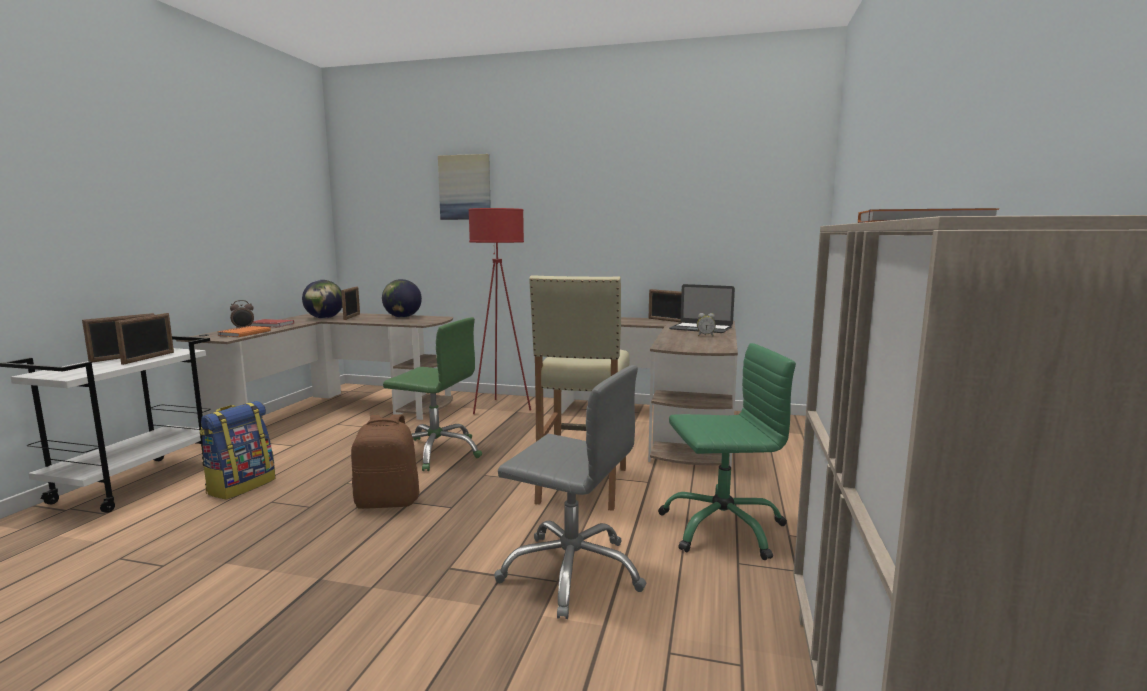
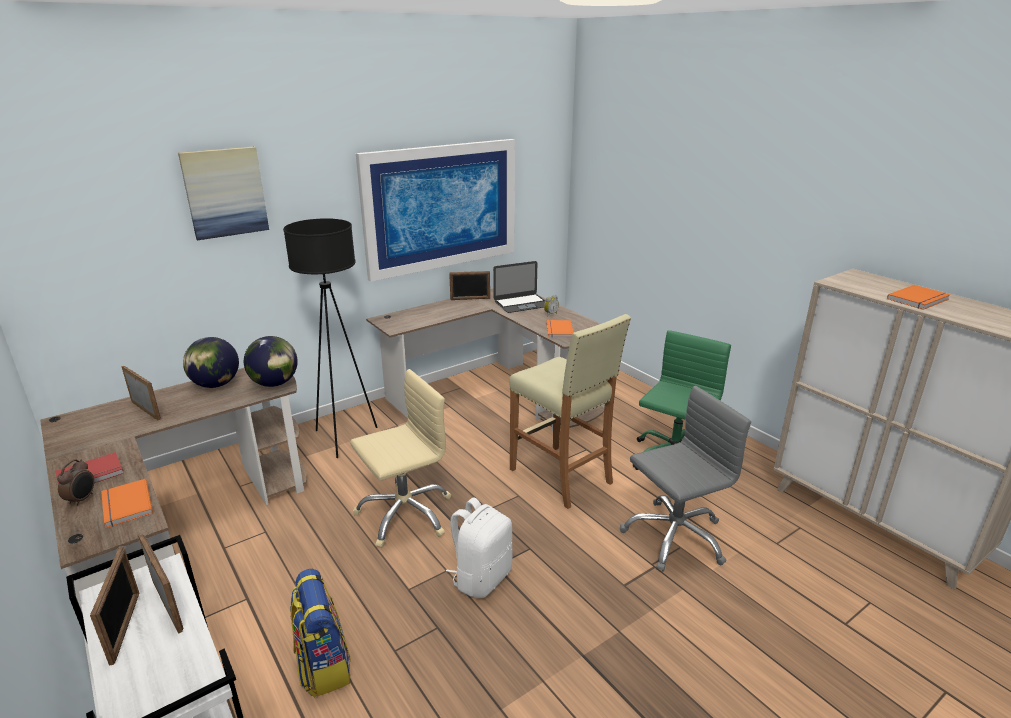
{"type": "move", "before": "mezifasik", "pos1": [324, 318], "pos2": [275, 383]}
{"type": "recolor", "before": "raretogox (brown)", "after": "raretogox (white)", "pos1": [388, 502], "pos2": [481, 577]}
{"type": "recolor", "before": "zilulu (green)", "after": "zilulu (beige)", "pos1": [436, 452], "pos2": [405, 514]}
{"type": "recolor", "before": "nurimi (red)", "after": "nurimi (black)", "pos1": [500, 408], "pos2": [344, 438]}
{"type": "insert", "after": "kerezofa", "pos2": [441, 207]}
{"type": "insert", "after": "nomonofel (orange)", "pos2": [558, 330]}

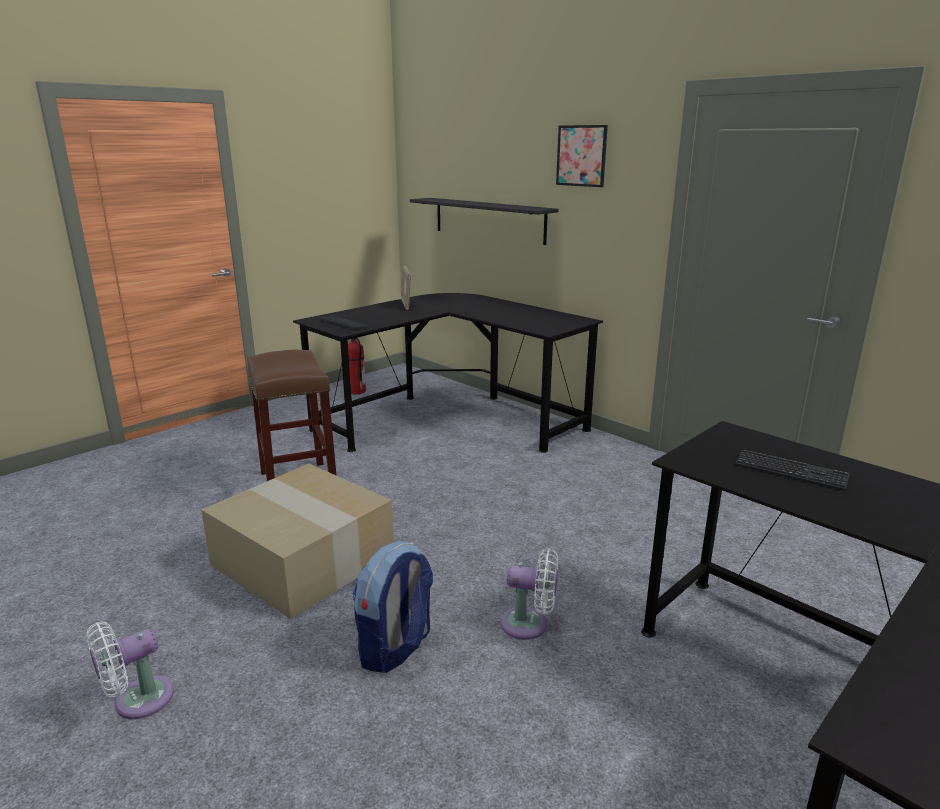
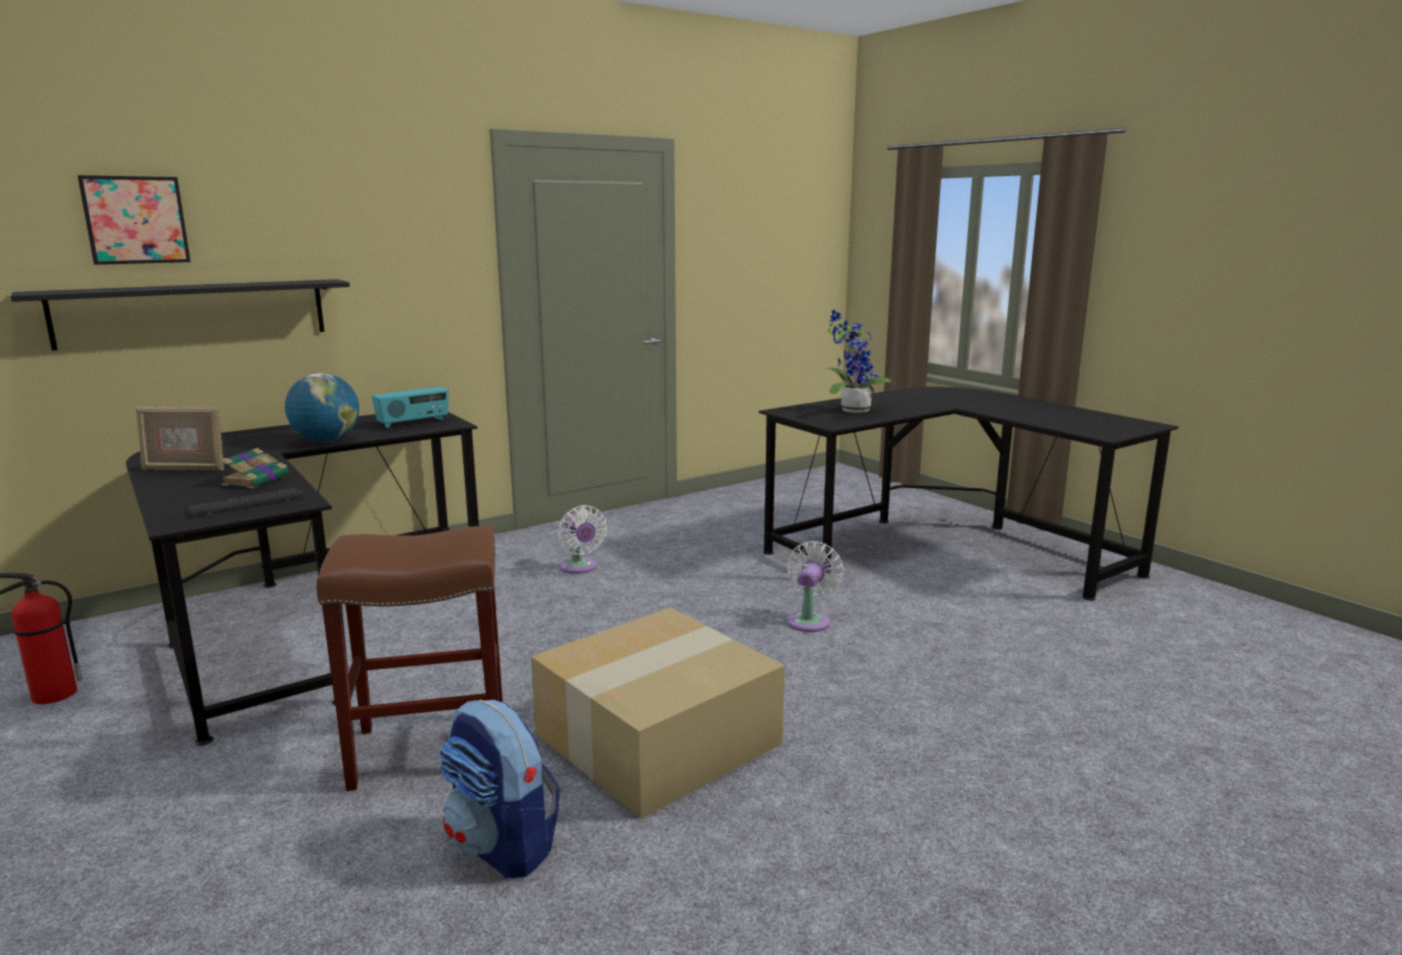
{"type": "move", "before": "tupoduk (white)", "pos1": [137, 701], "pos2": [579, 568]}
{"type": "move", "before": "raretogox", "pos1": [396, 648], "pos2": [503, 846]}
{"type": "move", "before": "kerezofa", "pos1": [581, 156], "pos2": [135, 220]}
{"type": "replace", "before": "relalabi", "after": "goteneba", "pos1": [790, 471], "pos2": [851, 410]}
{"type": "insert", "after": "nomonofel", "pos2": [257, 480]}
{"type": "insert", "after": "mezifasik", "pos2": [326, 441]}
{"type": "insert", "after": "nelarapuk", "pos2": [413, 423]}

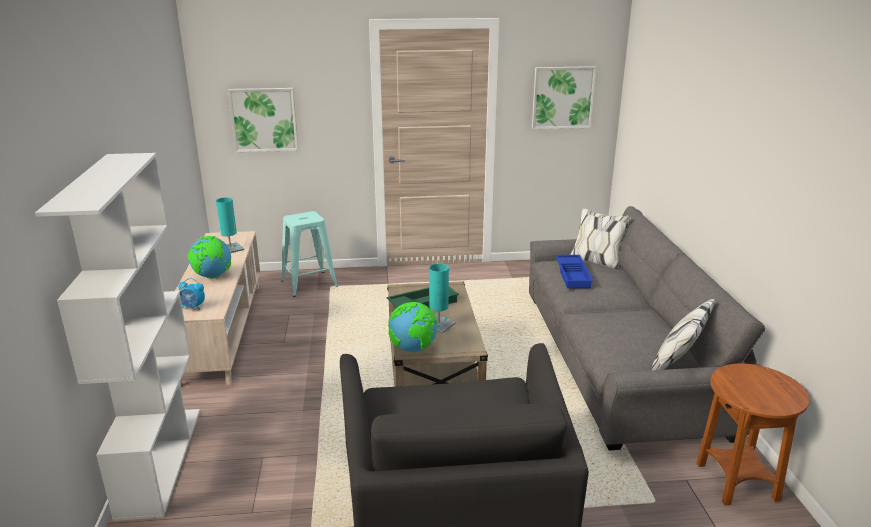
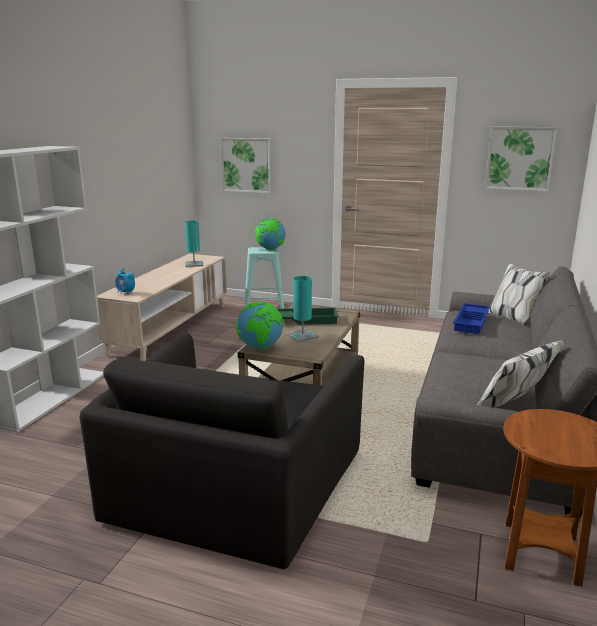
{"type": "move", "before": "mezifasik", "pos1": [212, 276], "pos2": [270, 249]}

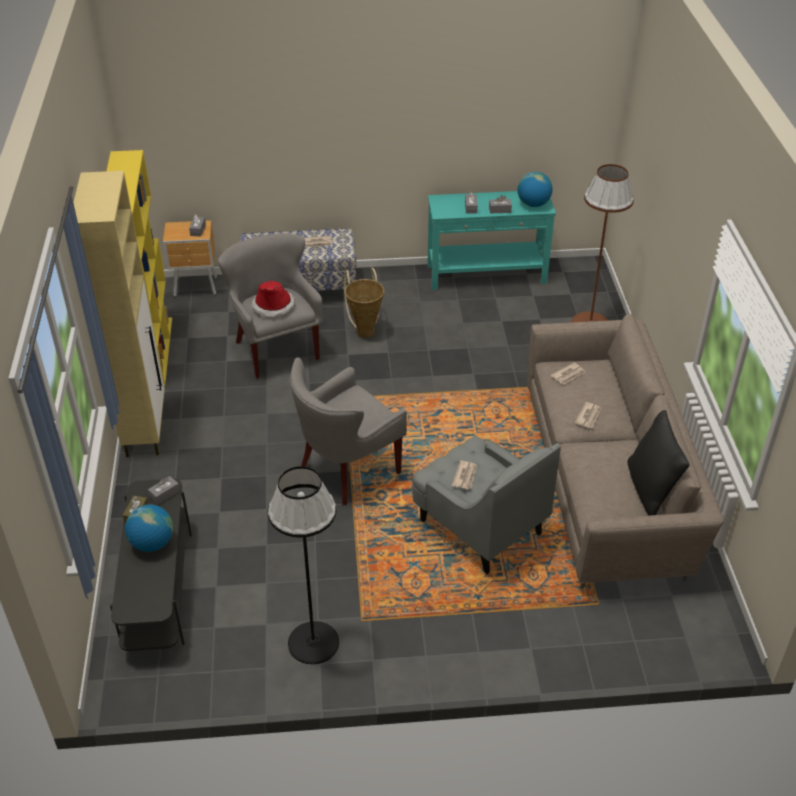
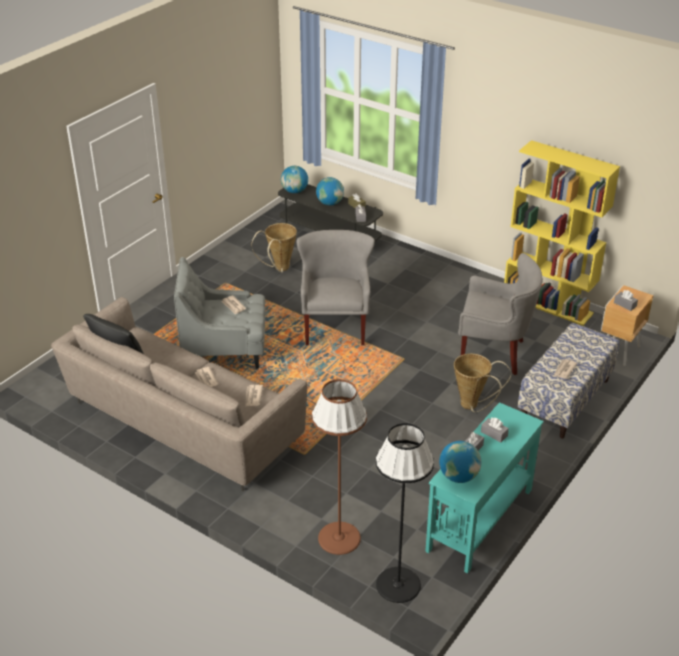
{"type": "delete", "before": "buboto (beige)", "pos1": [146, 428]}
{"type": "delete", "before": "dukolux", "pos1": [273, 307]}
{"type": "move", "before": "nurimi (black)", "pos1": [313, 642], "pos2": [398, 584]}
{"type": "insert", "after": "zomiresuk", "pos2": [279, 269]}
{"type": "insert", "after": "mezifasik", "pos2": [295, 191]}

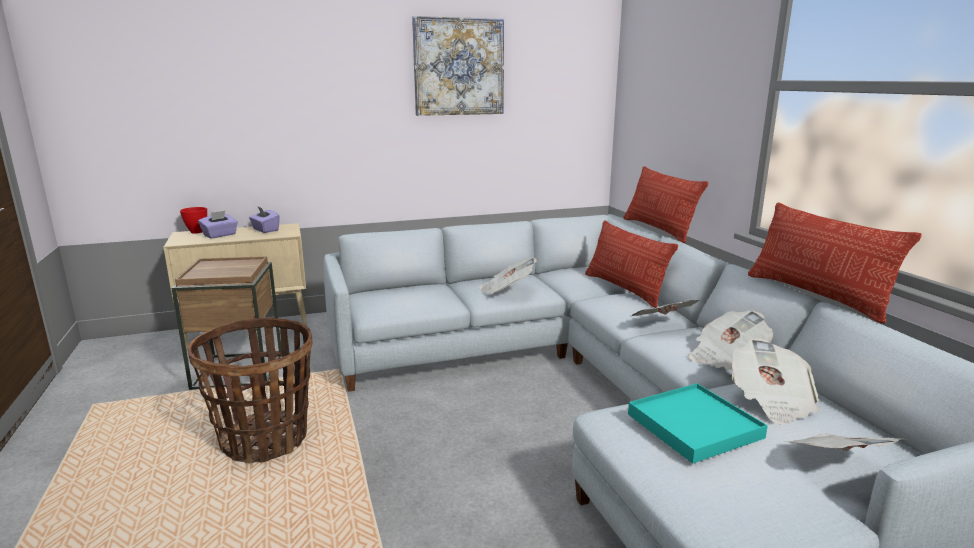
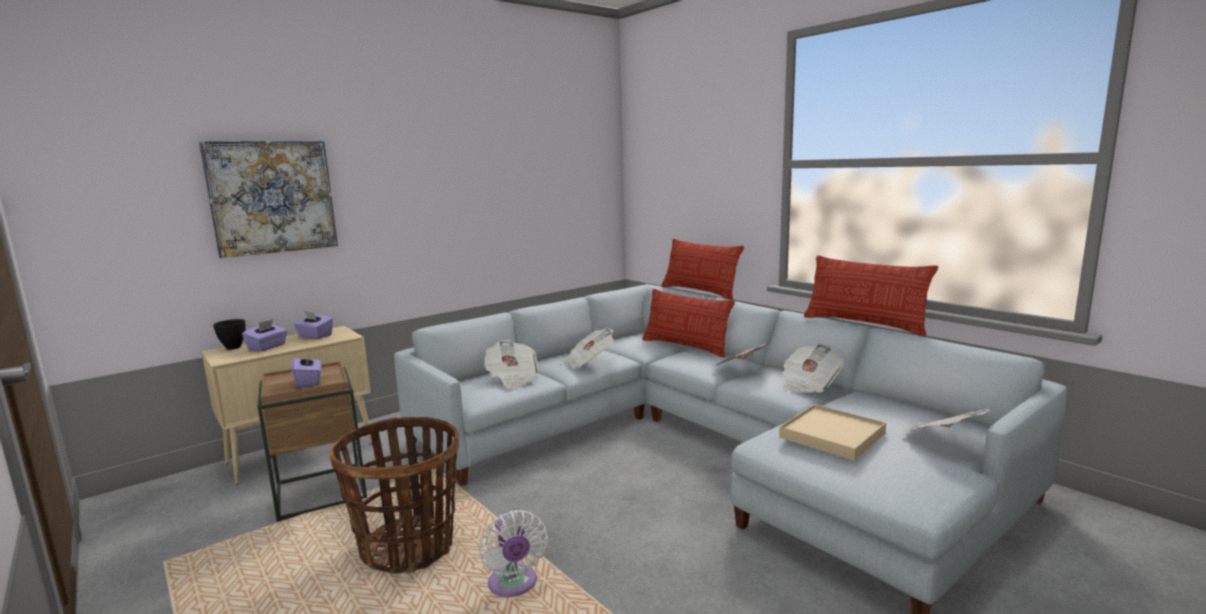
{"type": "recolor", "before": "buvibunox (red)", "after": "buvibunox (black)", "pos1": [197, 232], "pos2": [234, 347]}
{"type": "move", "before": "kerezofa", "pos1": [458, 67], "pos2": [272, 197]}
{"type": "recolor", "before": "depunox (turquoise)", "after": "depunox (beige)", "pos1": [693, 426], "pos2": [831, 435]}
{"type": "move", "before": "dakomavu", "pos1": [771, 401], "pos2": [512, 378]}
{"type": "insert", "after": "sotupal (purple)", "pos2": [309, 382]}
{"type": "insert", "after": "tupoduk (white)", "pos2": [513, 585]}

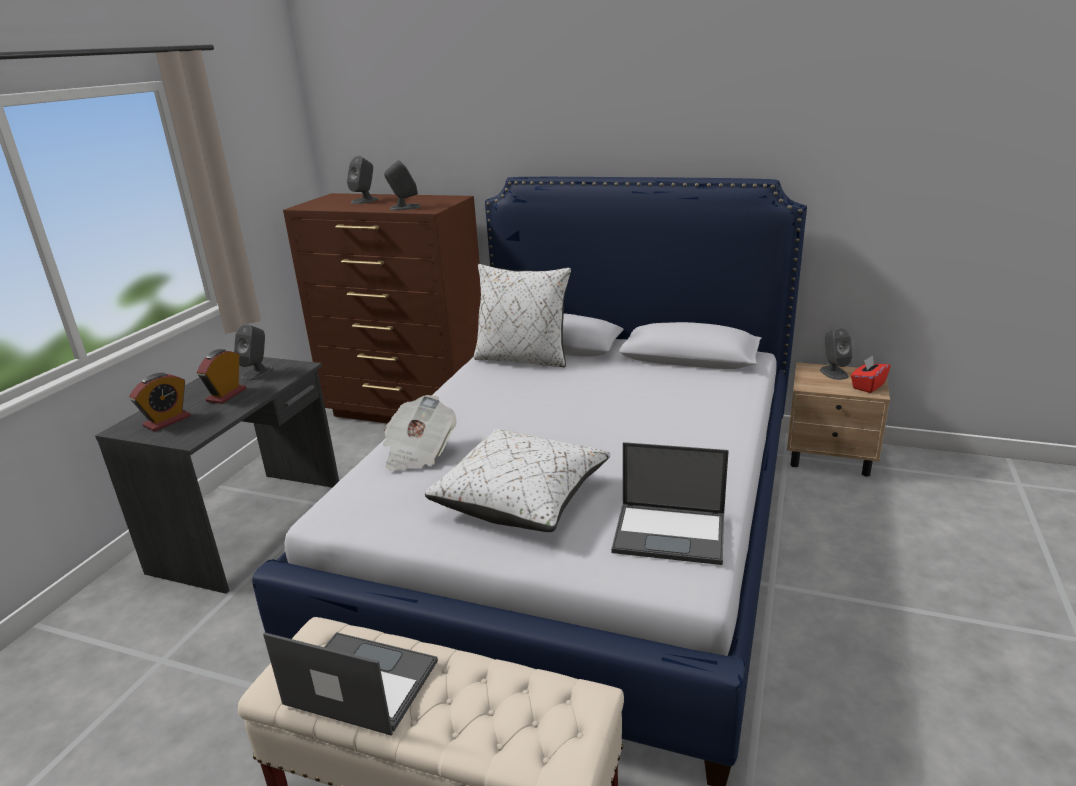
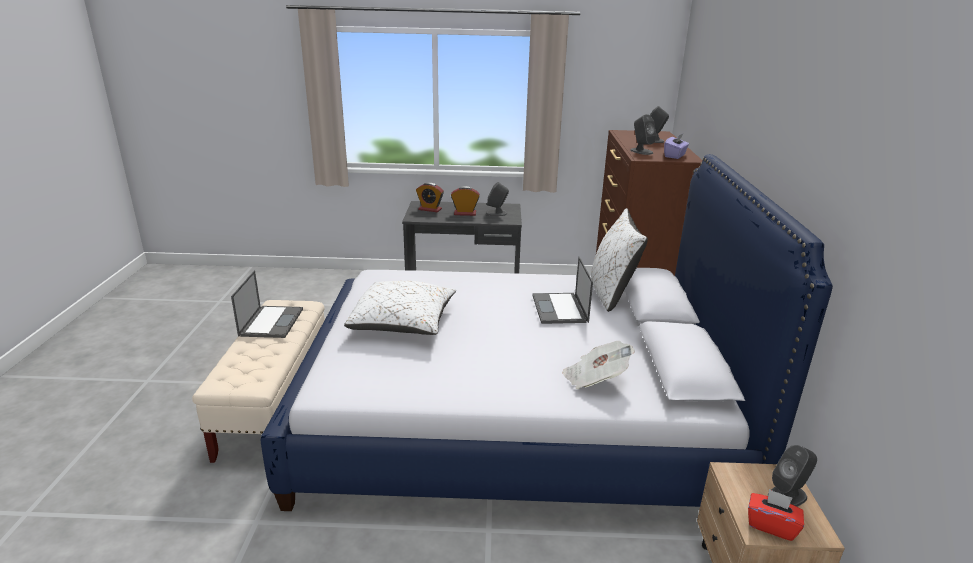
{"type": "move", "before": "dakomavu", "pos1": [418, 452], "pos2": [595, 379]}
{"type": "move", "before": "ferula", "pos1": [671, 533], "pos2": [560, 309]}
{"type": "insert", "after": "sotupal (purple)", "pos2": [675, 156]}

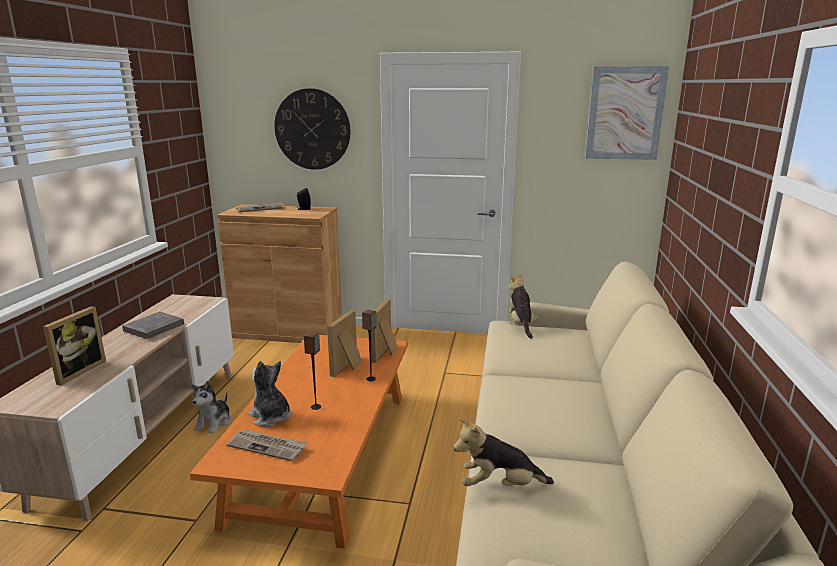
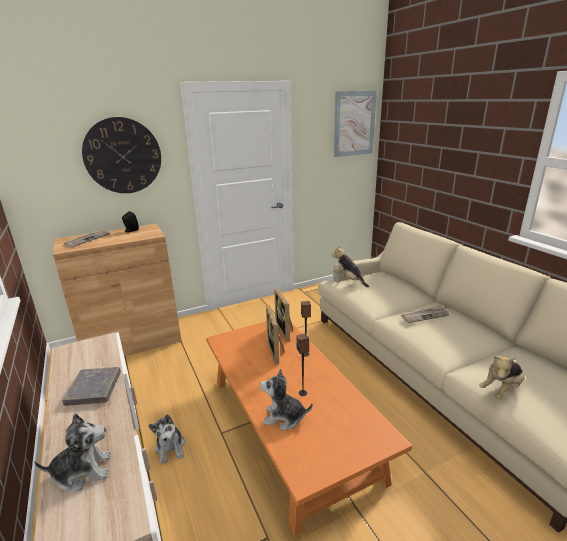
{"type": "replace", "before": "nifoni", "after": "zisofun", "pos1": [77, 371], "pos2": [83, 471]}
{"type": "move", "before": "dakomavu", "pos1": [268, 446], "pos2": [424, 315]}

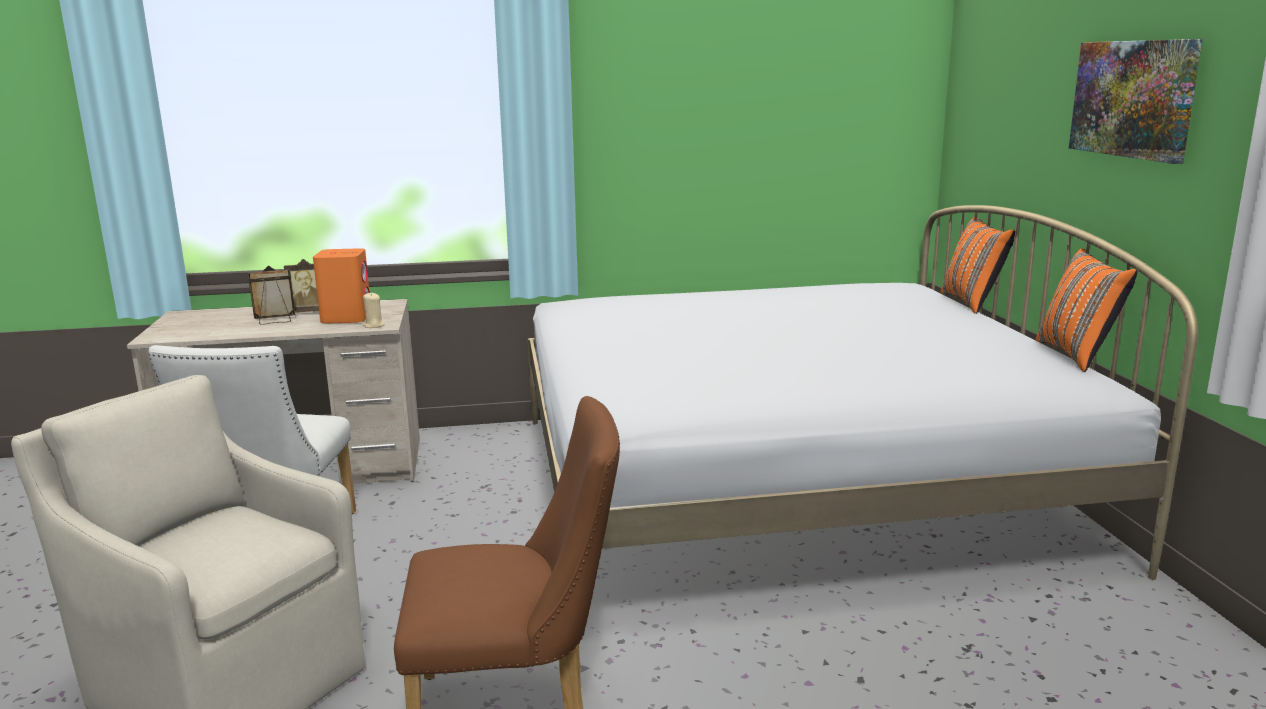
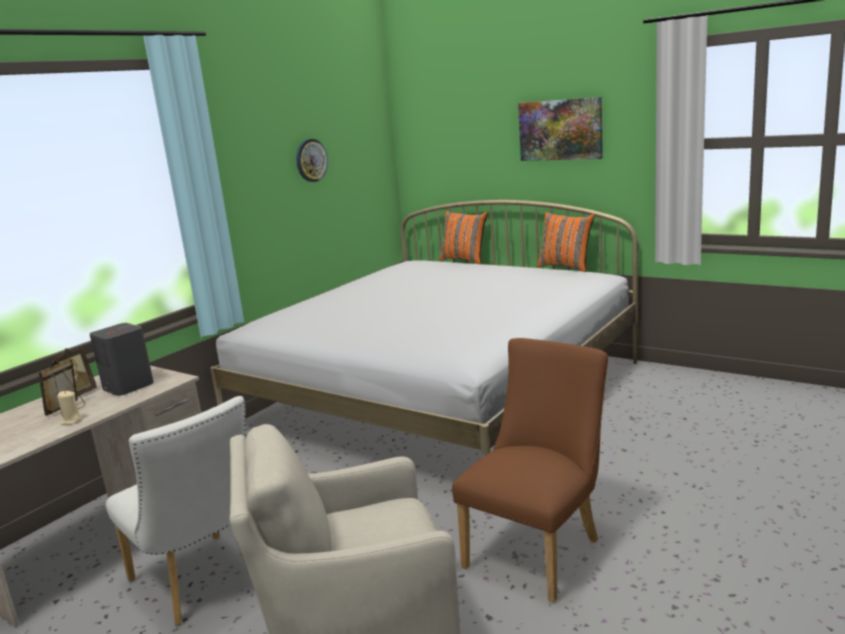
{"type": "recolor", "before": "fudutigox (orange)", "after": "fudutigox (grey)", "pos1": [346, 318], "pos2": [128, 386]}
{"type": "move", "before": "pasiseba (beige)", "pos1": [373, 325], "pos2": [72, 421]}
{"type": "insert", "after": "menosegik", "pos2": [311, 160]}

